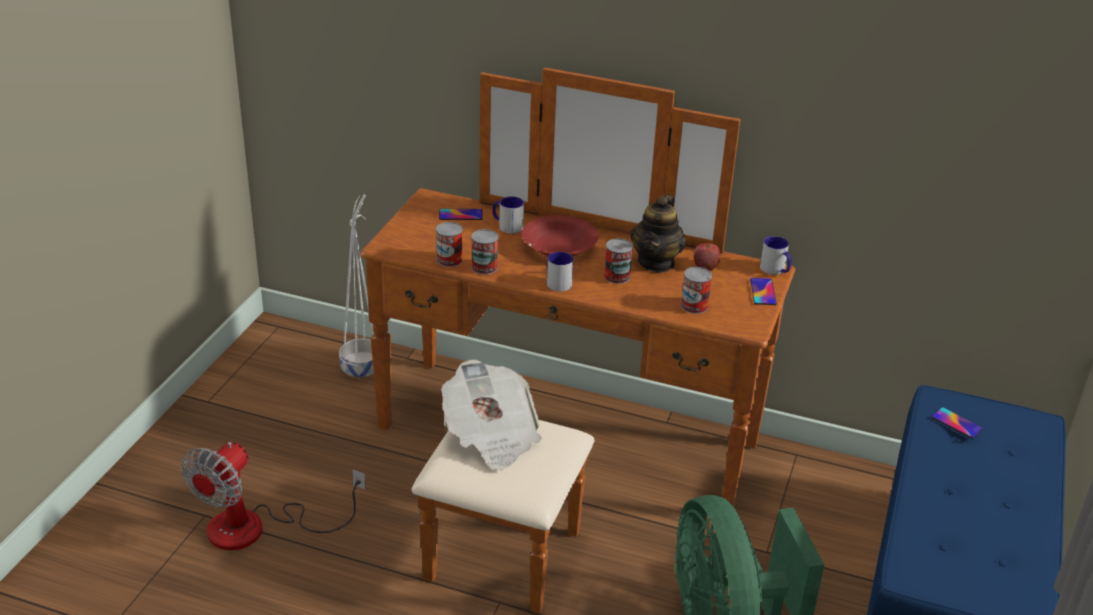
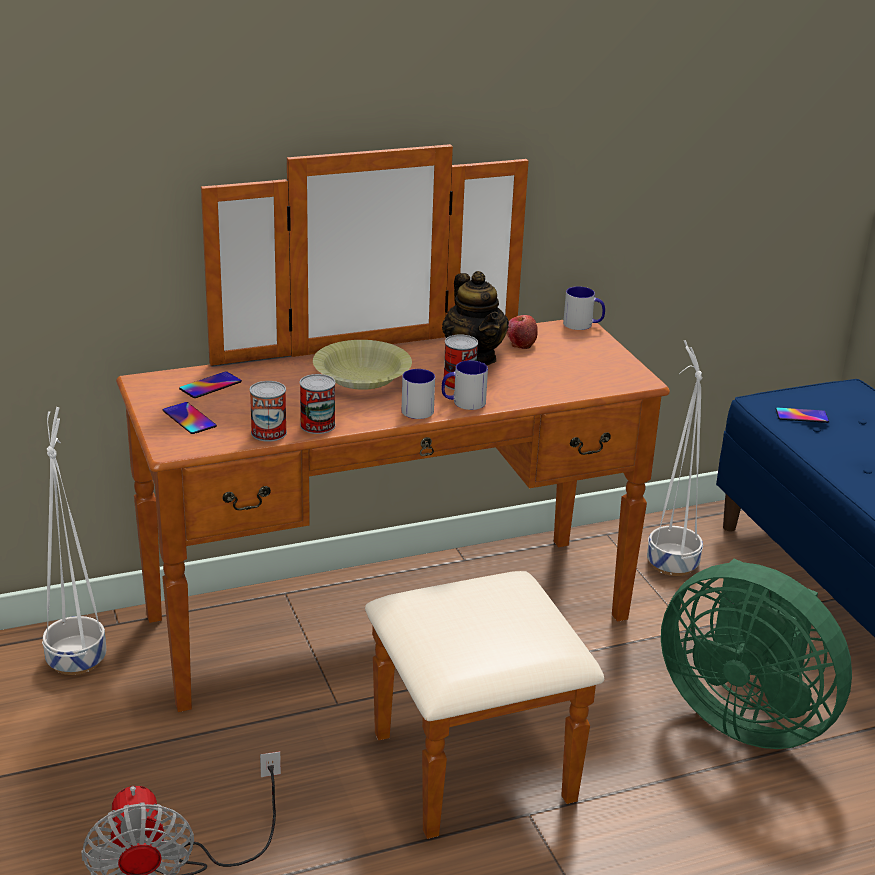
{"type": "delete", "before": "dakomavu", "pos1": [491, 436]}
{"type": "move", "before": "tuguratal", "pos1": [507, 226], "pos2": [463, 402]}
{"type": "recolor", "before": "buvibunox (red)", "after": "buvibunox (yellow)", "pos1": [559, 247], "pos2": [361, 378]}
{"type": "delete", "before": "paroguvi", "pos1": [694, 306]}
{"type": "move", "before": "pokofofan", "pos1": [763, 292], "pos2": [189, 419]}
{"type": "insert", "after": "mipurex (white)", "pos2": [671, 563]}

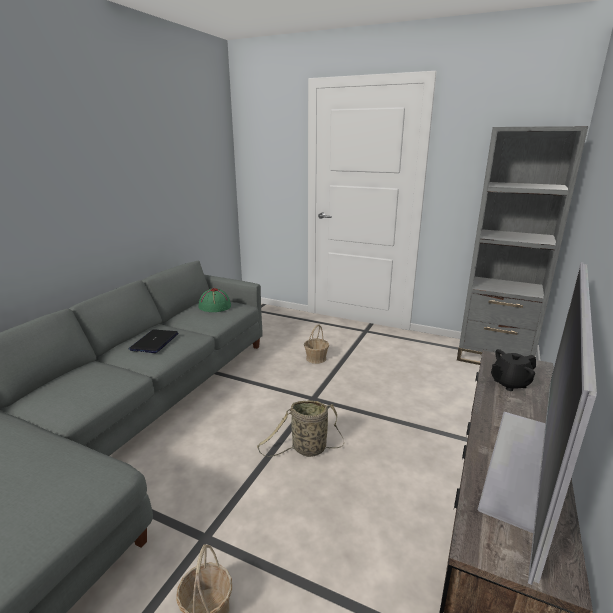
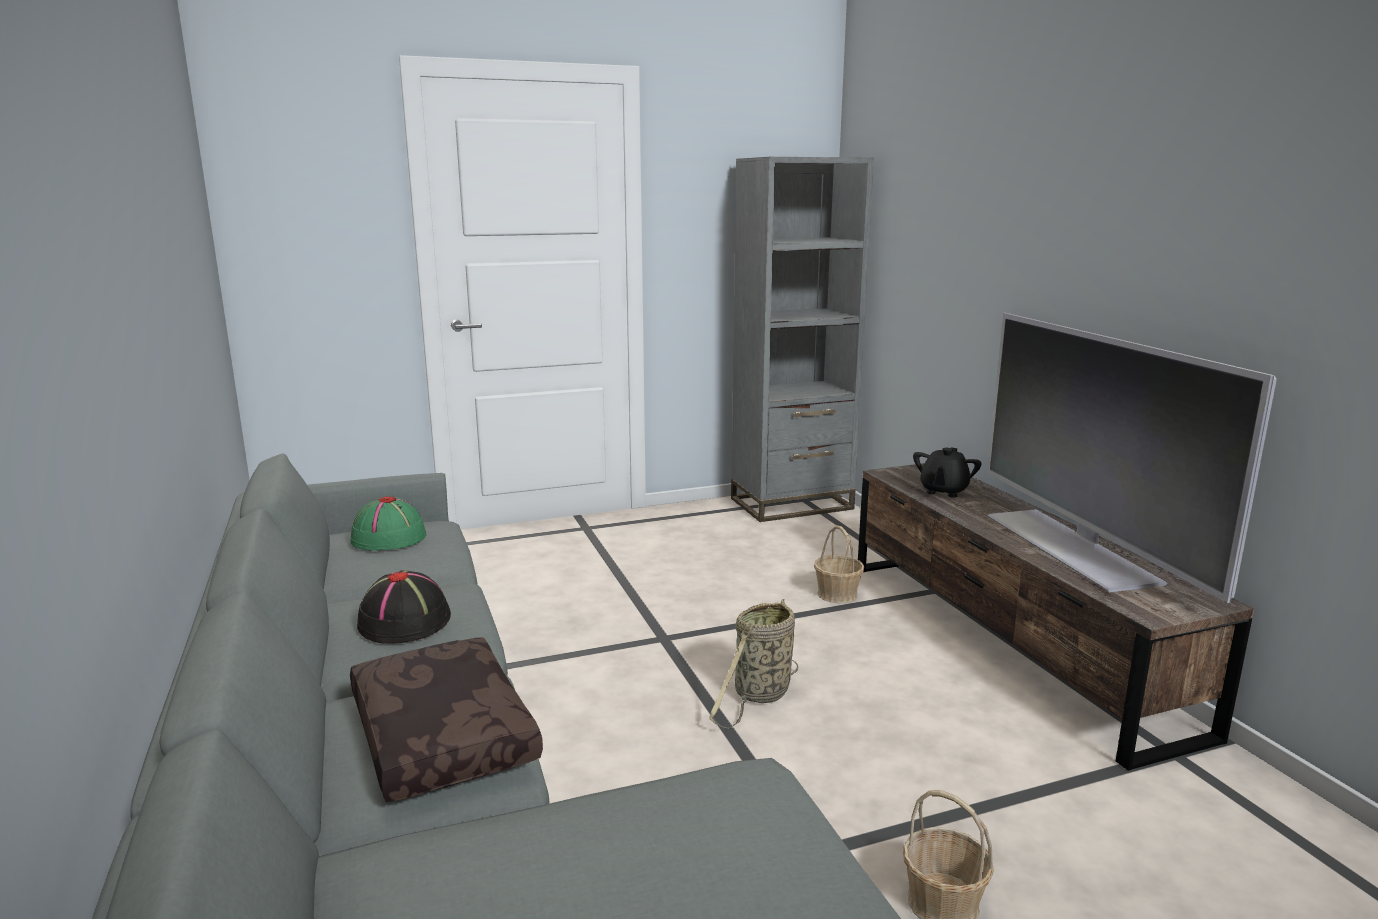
{"type": "replace", "before": "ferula", "after": "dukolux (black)", "pos1": [154, 342], "pos2": [405, 621]}
{"type": "move", "before": "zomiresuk", "pos1": [316, 358], "pos2": [837, 594]}
{"type": "insert", "after": "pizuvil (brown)", "pos2": [439, 735]}

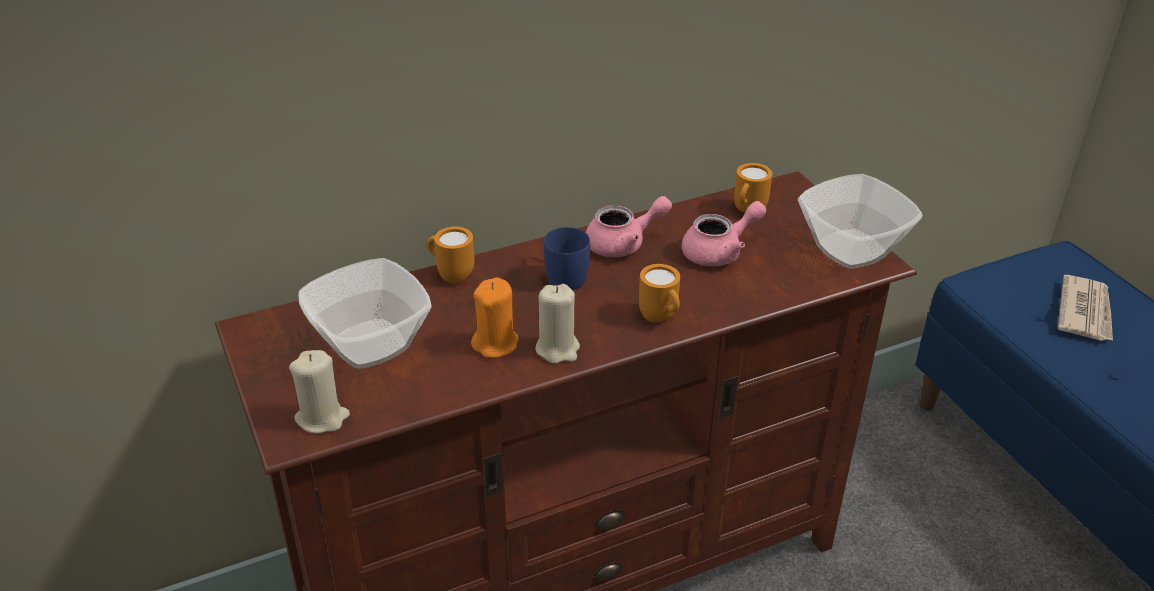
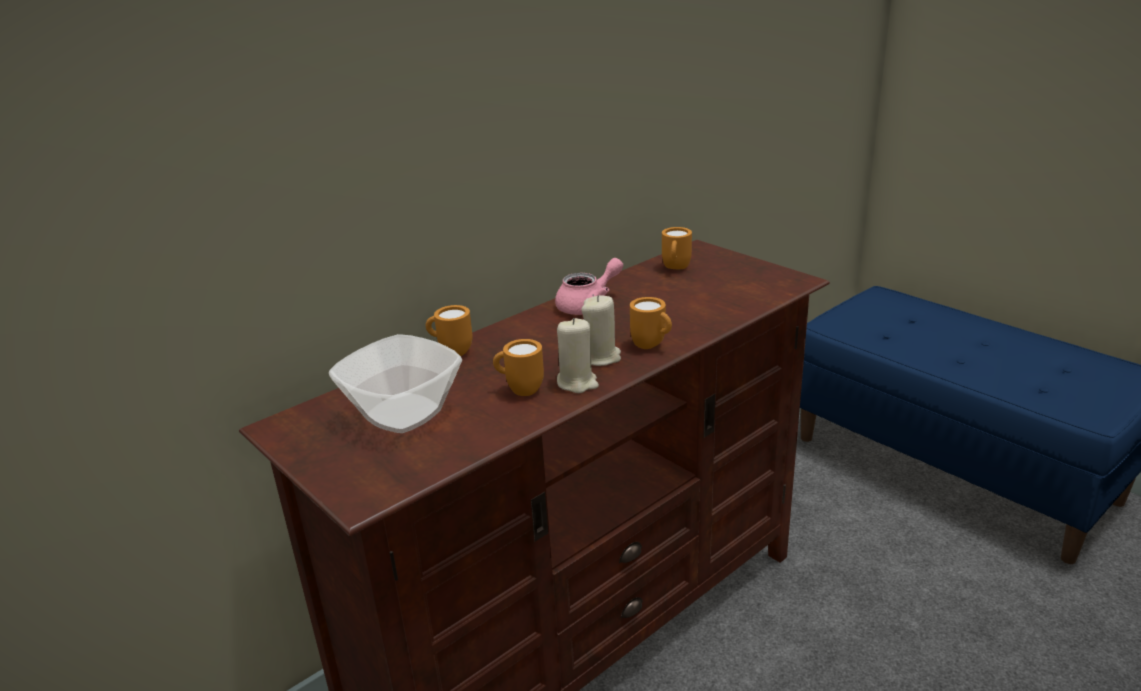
{"type": "move", "before": "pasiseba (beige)", "pos1": [322, 418], "pos2": [601, 357]}
{"type": "replace", "before": "pasiseba (orange)", "after": "tuguratal (orange)", "pos1": [496, 344], "pos2": [520, 390]}
{"type": "delete", "before": "tuguratal (blue)", "pos1": [563, 274]}
{"type": "delete", "before": "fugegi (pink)", "pos1": [720, 252]}
{"type": "delete", "before": "buvibunox", "pos1": [851, 248]}
{"type": "delete", "before": "dakomavu", "pos1": [1085, 311]}

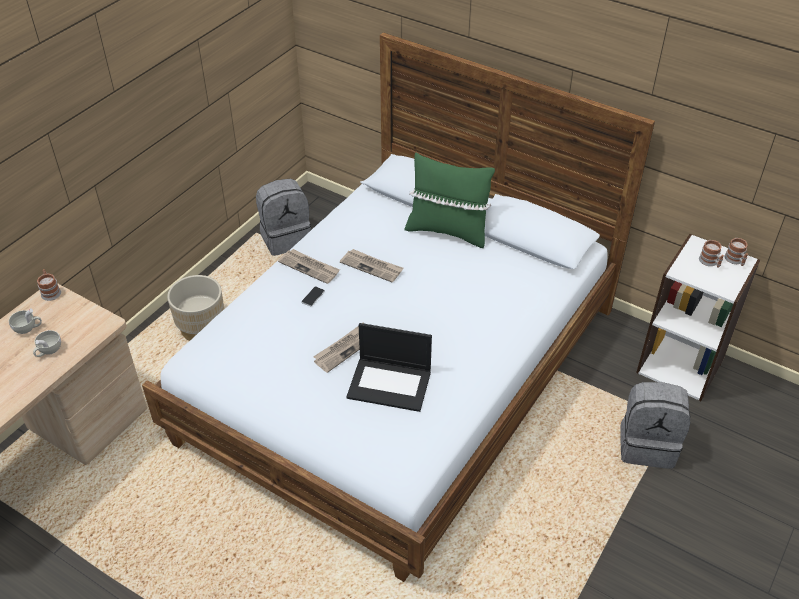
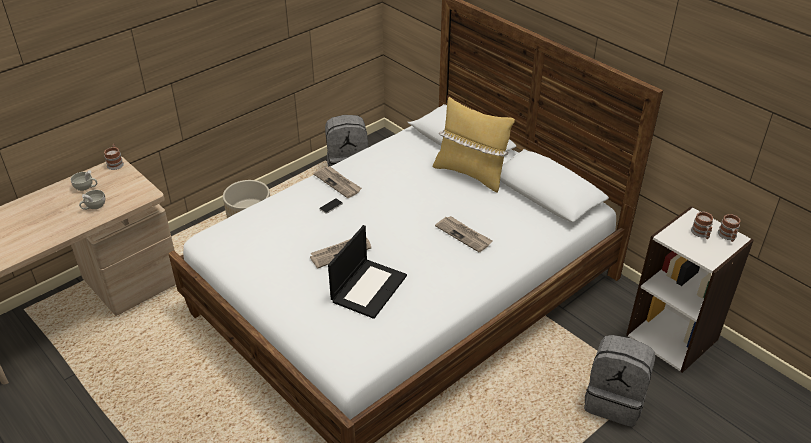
{"type": "move", "before": "dakomavu", "pos1": [372, 266], "pos2": [464, 235]}
{"type": "rotate", "before": "ferula", "pos1": [390, 384], "pos2": [369, 288], "turn": -90}
{"type": "recolor", "before": "pizuvil (green)", "after": "pizuvil (yellow)", "pos1": [447, 231], "pos2": [470, 174]}

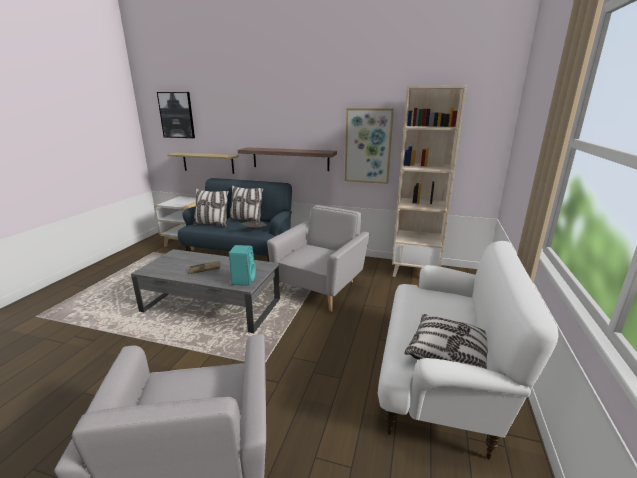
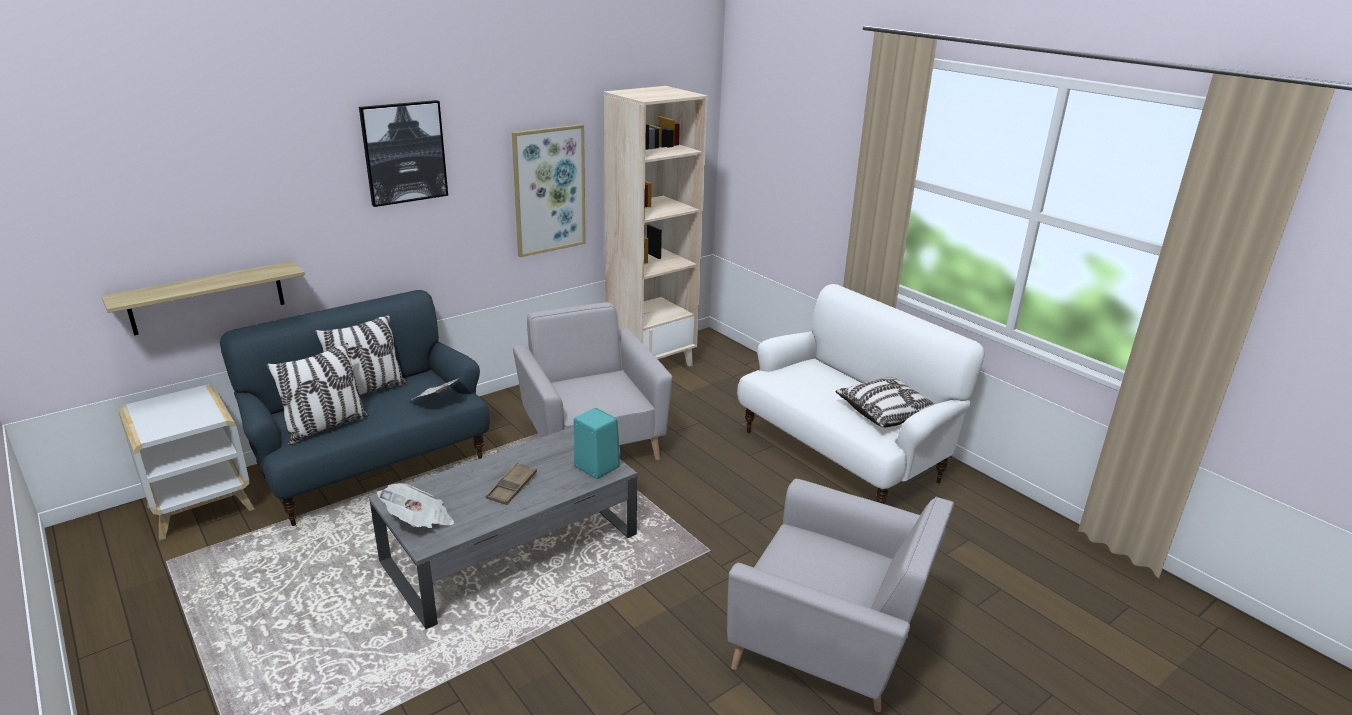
{"type": "move", "before": "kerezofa", "pos1": [177, 115], "pos2": [404, 152]}
{"type": "delete", "before": "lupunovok", "pos1": [290, 159]}
{"type": "insert", "after": "dakomavu", "pos2": [419, 521]}

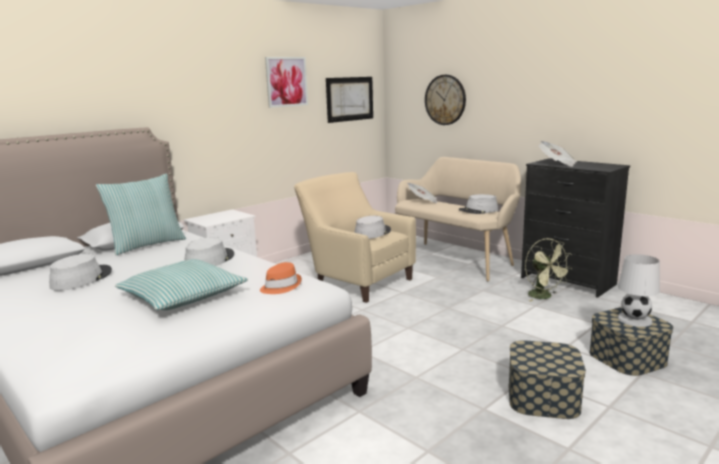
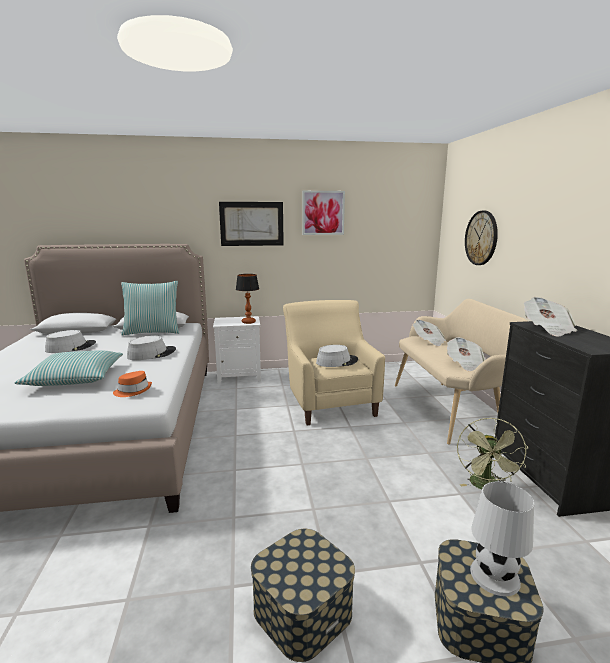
{"type": "move", "before": "kerezofa", "pos1": [350, 99], "pos2": [251, 224]}
{"type": "replace", "before": "dukolux (grey)", "after": "dakomavu", "pos1": [478, 210], "pos2": [464, 364]}
{"type": "insert", "after": "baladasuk", "pos2": [249, 322]}

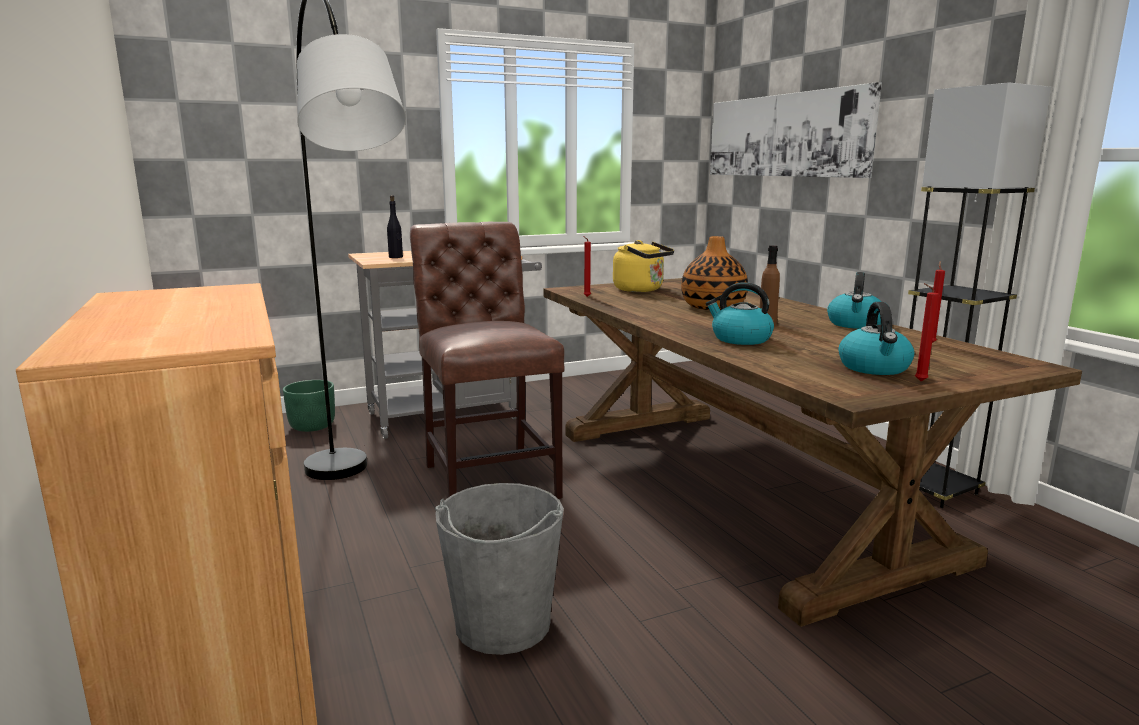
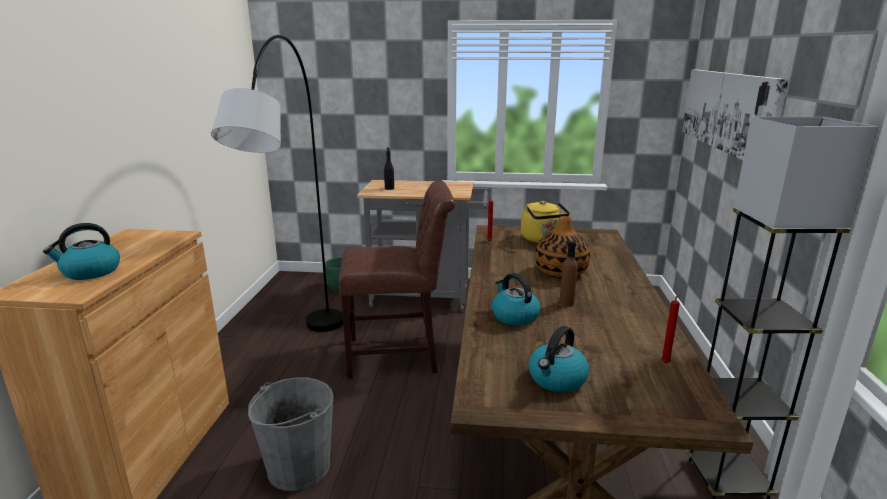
{"type": "rotate", "before": "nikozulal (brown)", "pos1": [489, 477], "pos2": [398, 355], "turn": 75}
{"type": "move", "before": "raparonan", "pos1": [855, 324], "pos2": [90, 272]}
{"type": "delete", "before": "pasiseba (red)", "pos1": [918, 381]}

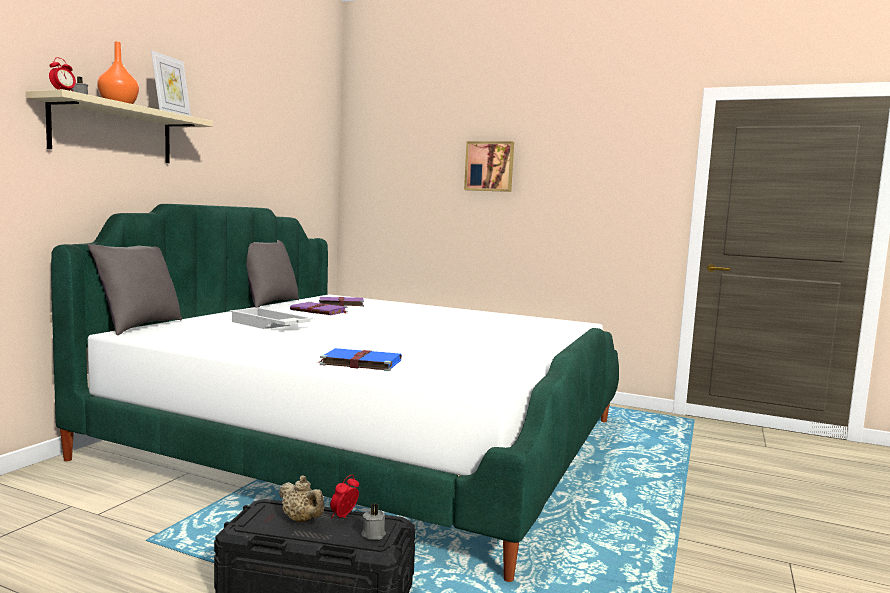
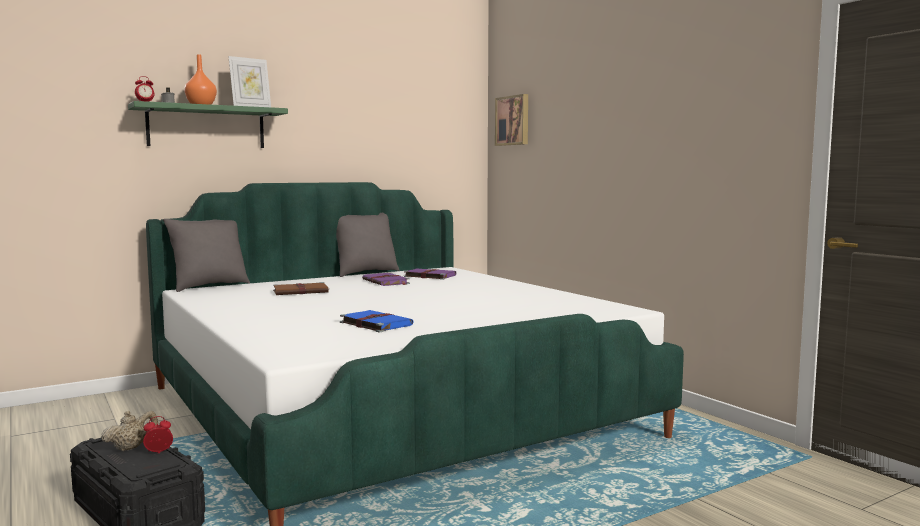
{"type": "recolor", "before": "lupunovok (beige)", "after": "lupunovok (green)", "pos1": [113, 132], "pos2": [206, 127]}
{"type": "replace", "before": "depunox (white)", "after": "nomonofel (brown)", "pos1": [268, 325], "pos2": [301, 291]}
{"type": "rotate", "before": "fugegi (beige)", "pos1": [302, 520], "pos2": [131, 448], "turn": -120}
{"type": "move", "before": "nomonofel (blue)", "pos1": [360, 362], "pos2": [375, 323]}
{"type": "delete", "before": "pasiseba (grey)", "pos1": [373, 534]}
{"type": "move", "before": "kerezofa", "pos1": [489, 166], "pos2": [513, 120]}

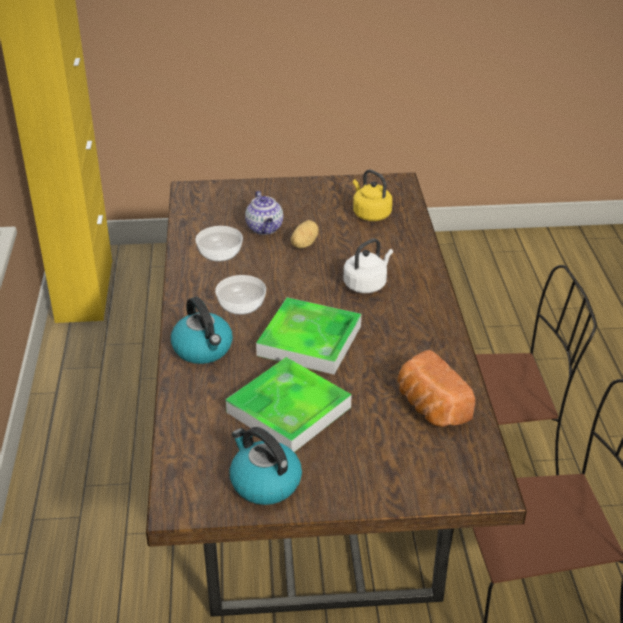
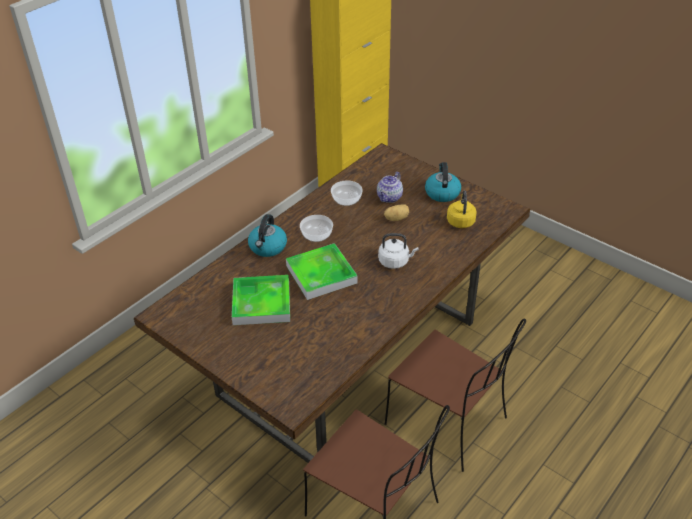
{"type": "move", "before": "raparonan", "pos1": [264, 483], "pos2": [442, 193]}
{"type": "delete", "before": "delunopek", "pos1": [429, 407]}

